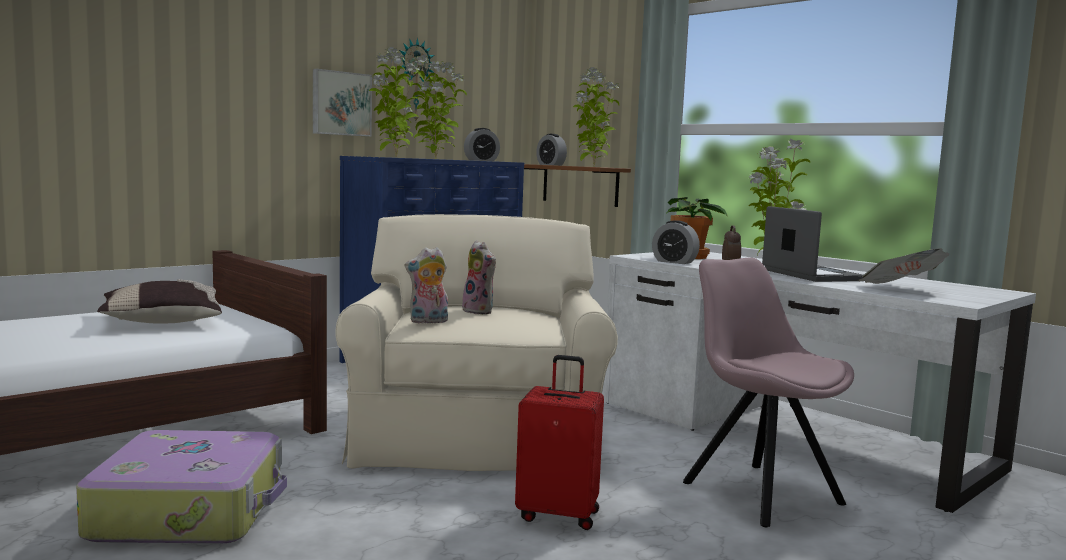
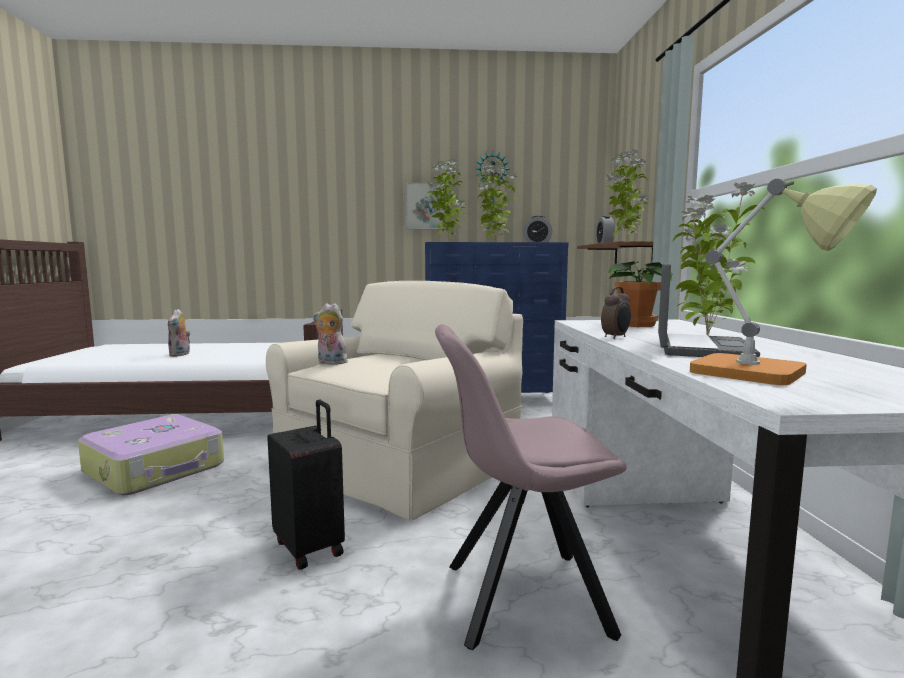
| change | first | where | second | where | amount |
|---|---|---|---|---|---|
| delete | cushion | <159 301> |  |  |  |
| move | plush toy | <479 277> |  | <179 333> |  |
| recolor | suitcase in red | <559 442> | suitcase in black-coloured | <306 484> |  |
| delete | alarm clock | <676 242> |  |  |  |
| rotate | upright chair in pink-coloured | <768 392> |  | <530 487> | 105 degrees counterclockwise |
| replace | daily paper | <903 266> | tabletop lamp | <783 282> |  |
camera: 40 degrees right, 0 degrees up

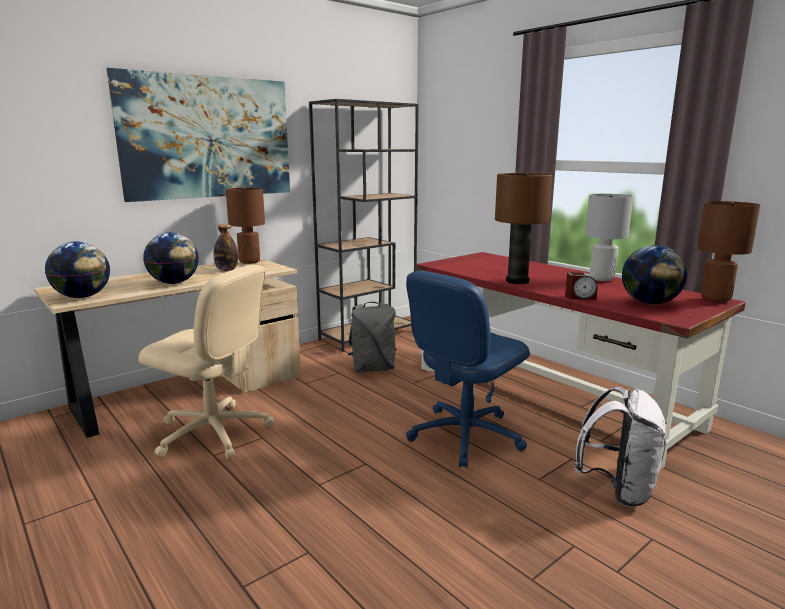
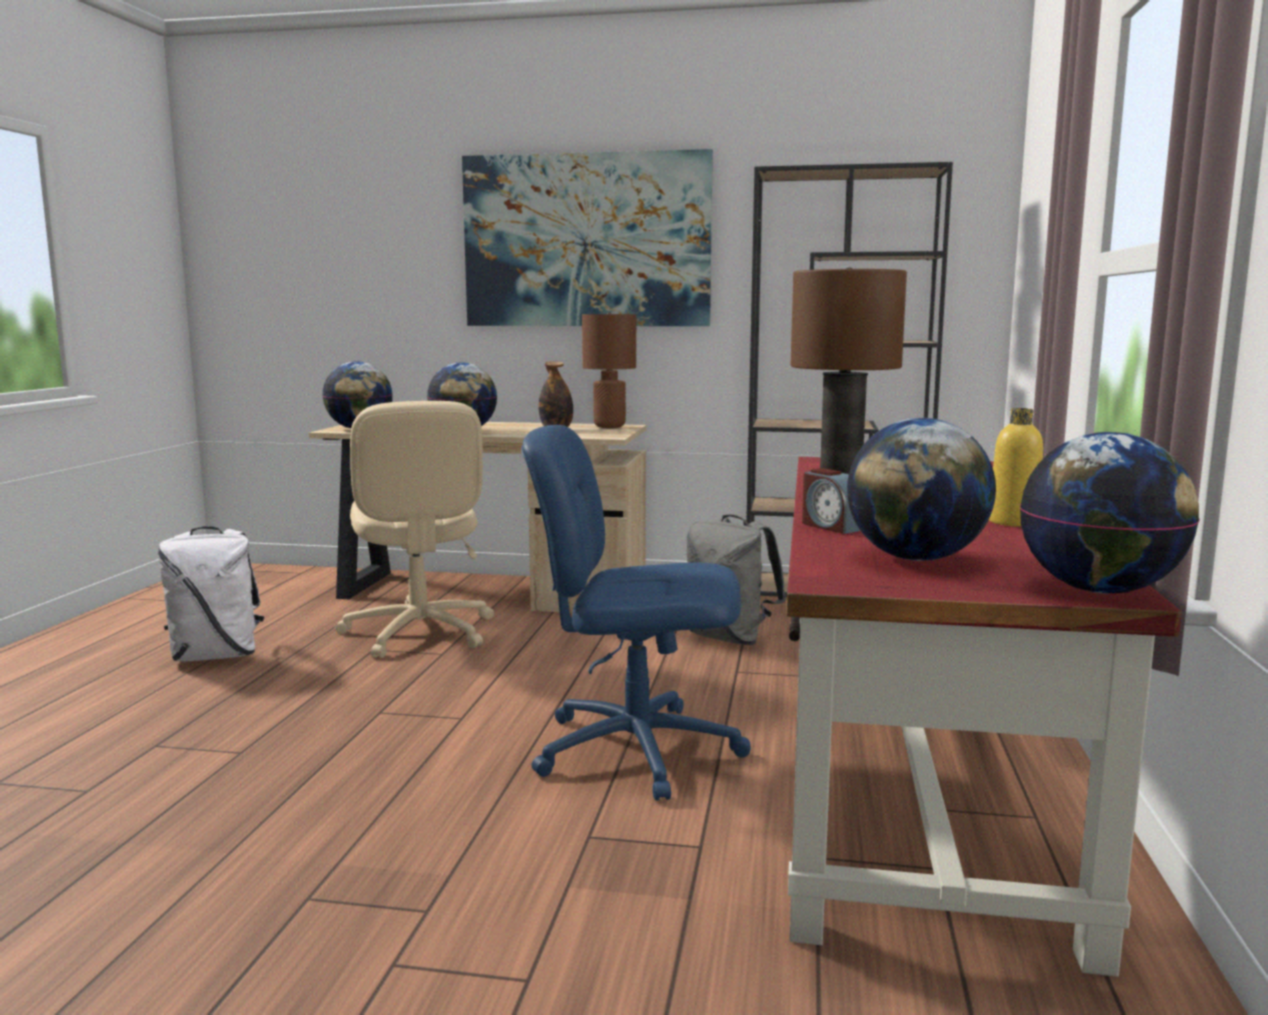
| change | first | where | second | where | amount |
|---|---|---|---|---|---|
| move | backpack in white | <620 447> |  | <211 594> |  |
| replace | tabletop lamp in grey | <609 237> | bottle in yellow-coloured | <1016 467> |  |
| replace | tabletop lamp in brownish | <728 251> | globe | <1110 512> |  |
camera: 50 degrees right, 5 degrees down

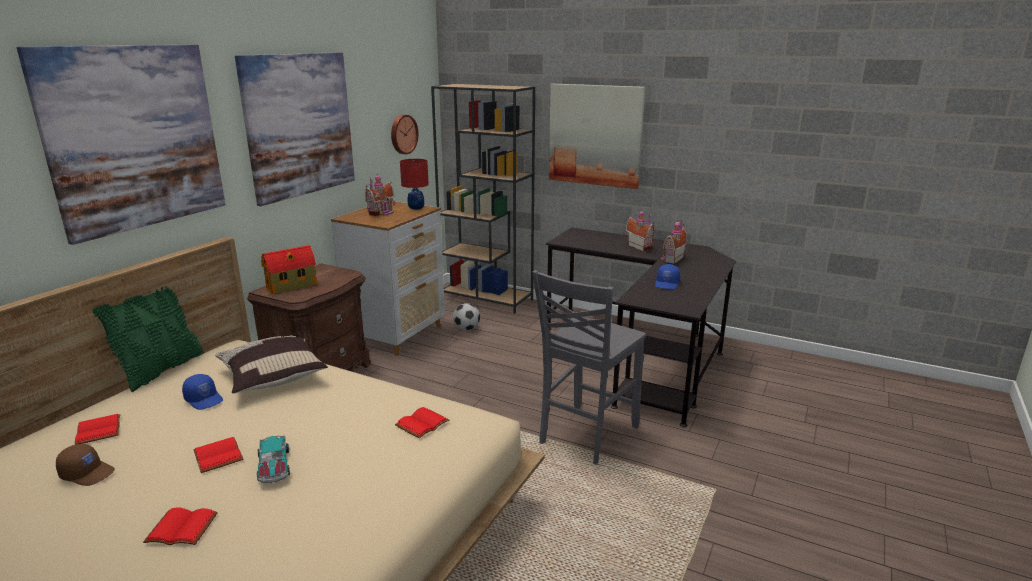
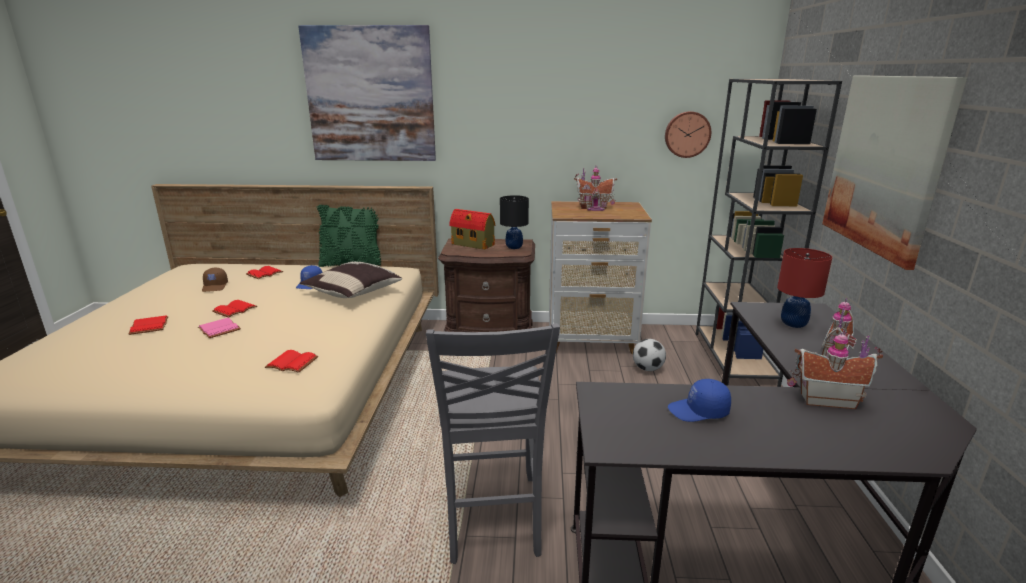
| change | first | where | second | where | amount |
|---|---|---|---|---|---|
| delete | wall art | <295 129> |  |  |  |
| replace | model car | <273 459> | volume in pink-coloured | <219 328> |  |
| move | tabletop lamp in red | <414 184> |  | <804 288> |  |
| rotate | upright chair in grey | <589 367> |  | <493 443> | 105 degrees counterclockwise |
| insert |  |  | tabletop lamp in black-coloured | <514 222> |  |
camera: 65 degrees right, 0 degrees up

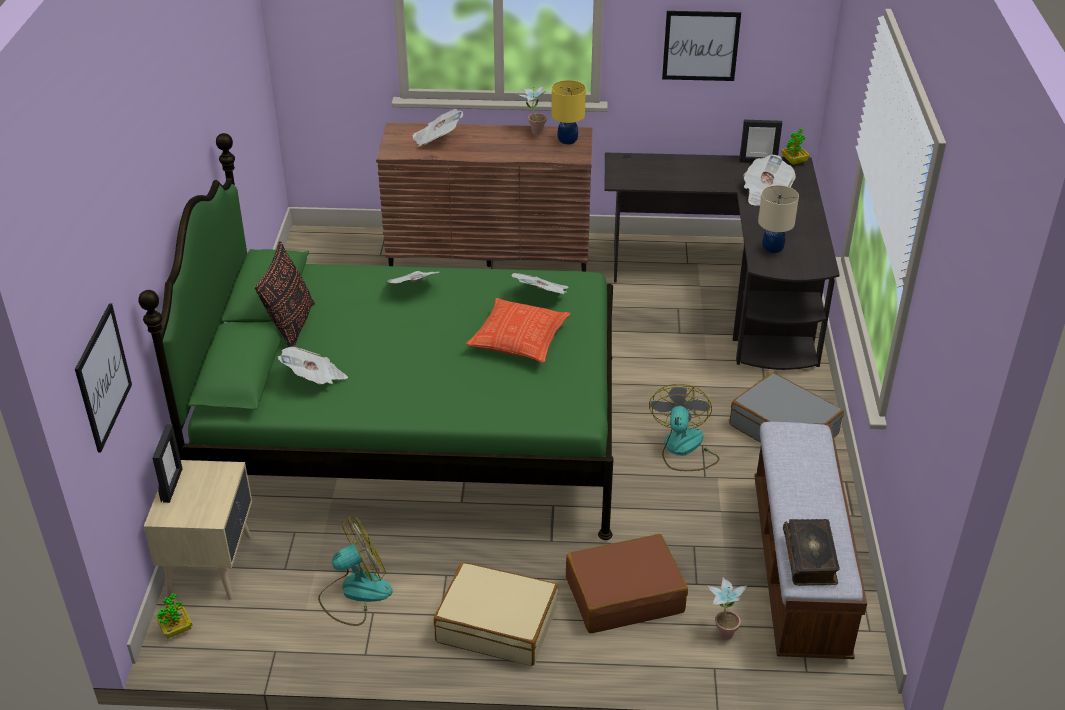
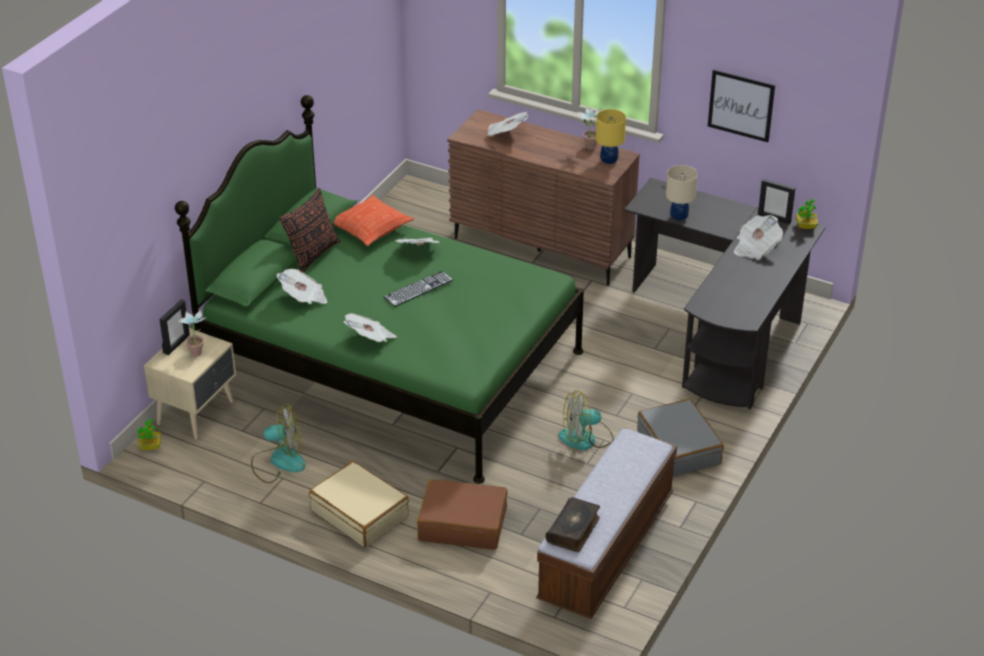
| change | first | where | second | where | amount |
|---|---|---|---|---|---|
| delete | wall art | <103 377> |  |  |  |
| move | cushion in orangey | <518 330> |  | <374 220> |  |
| move | daily paper | <540 283> |  | <370 327> |  |
| rotate | fan | <684 427> |  | <586 420> | 135 degrees counterclockwise |
| move | houseplant | <727 609> |  | <192 333> |  |
| move | tabletop lamp in beige | <778 219> |  | <682 193> |  |
| insert |  |  | keyboard | <418 289> |  |
camera: 25 degrees right, 0 degrees up

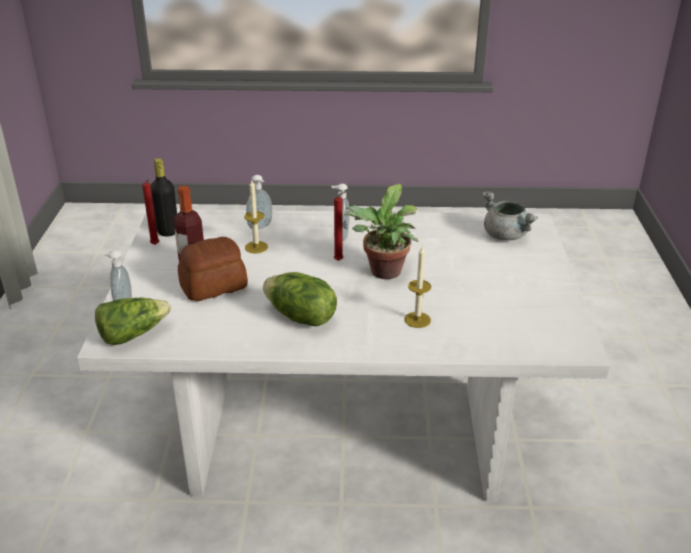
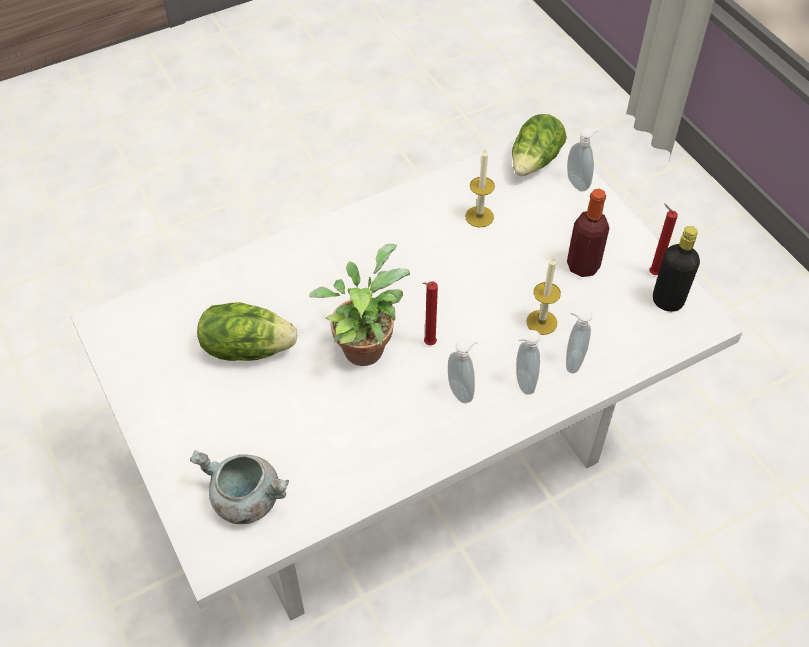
| change | first | where | second | where | amount |
|---|---|---|---|---|---|
| delete | bread | <213 269> |  |  |  |
| move | lettuce | <300 299> |  | <247 331> |  |
| move | wax candle | <417 287> |  | <480 187> |  |
| insert |  |  | soap bottle | <528 362> |  |
camera: 150 degrees right, 20 degrees up

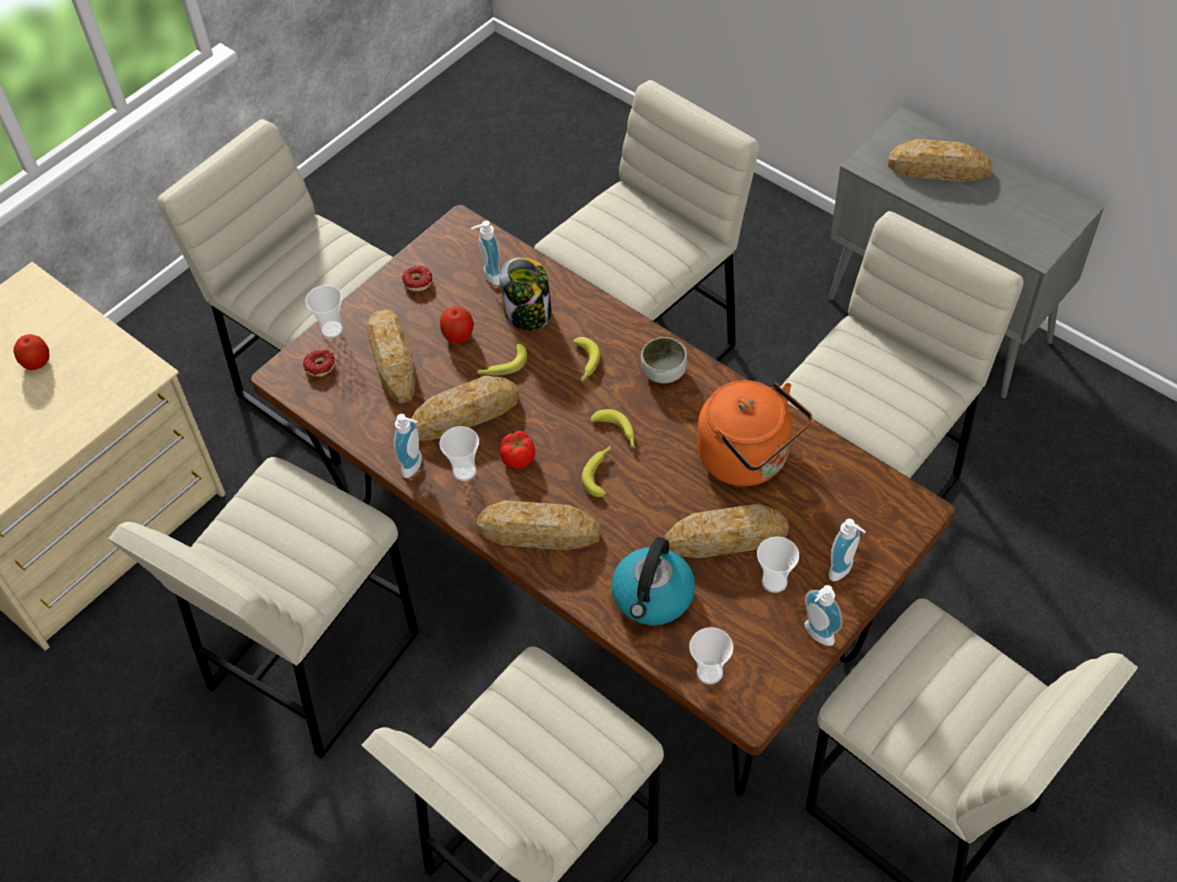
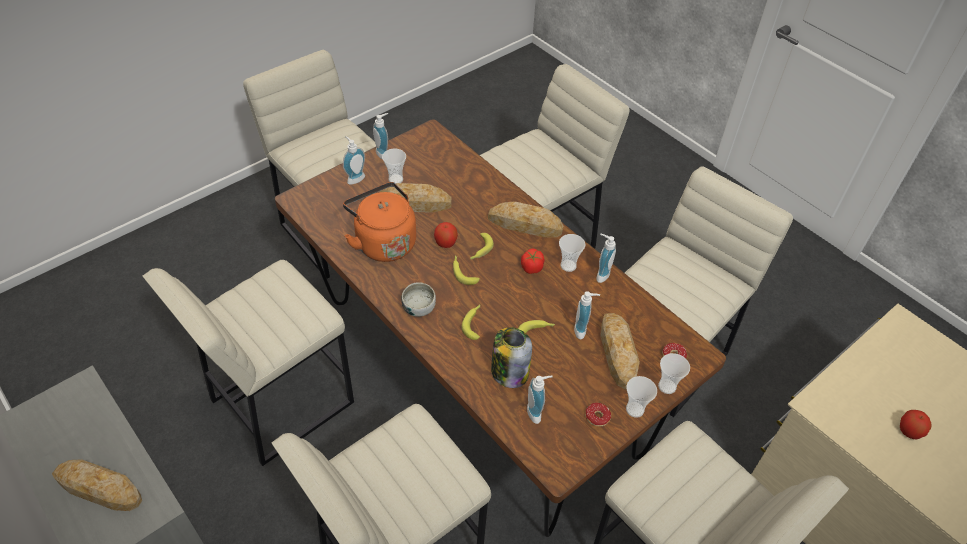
| change | first | where | second | where | amount |
|---|---|---|---|---|---|
| delete | bread | <465 408> |  |  |  |
| move | apple fruit | <457 324> |  | <446 235> |  |
| delete | tea kettle | <653 581> |  |  |  |
| move | drinking cup | <711 655> |  | <641 397> |  |
| insert |  |  | soap bottle | <587 315> |  |
camera: 175 degrees left, 5 degrees down

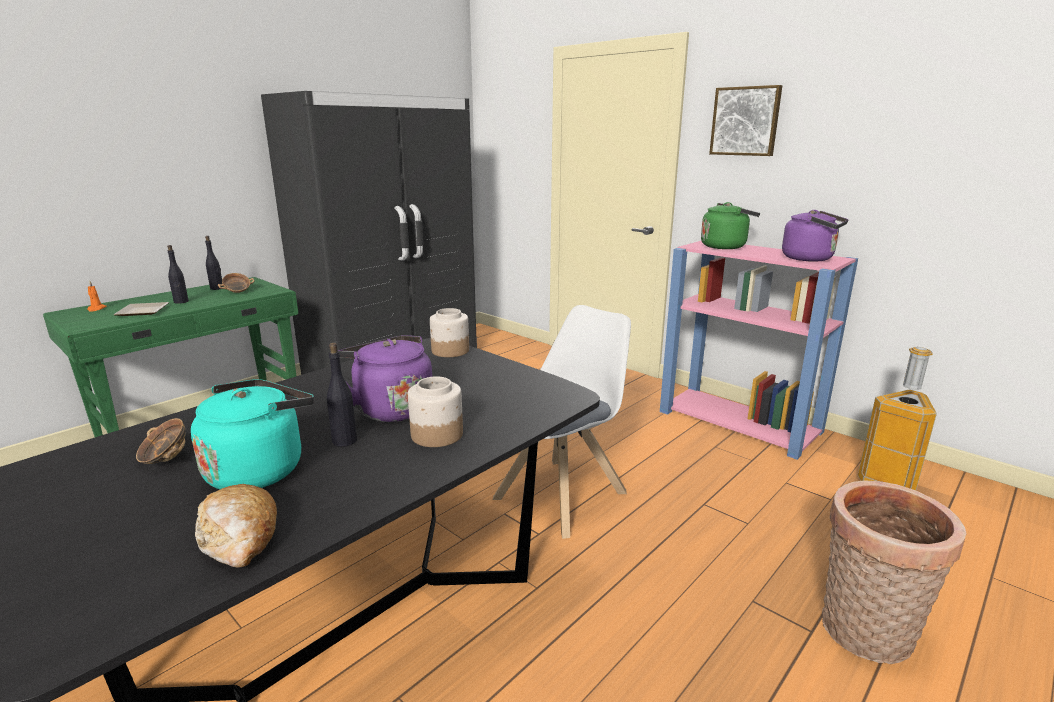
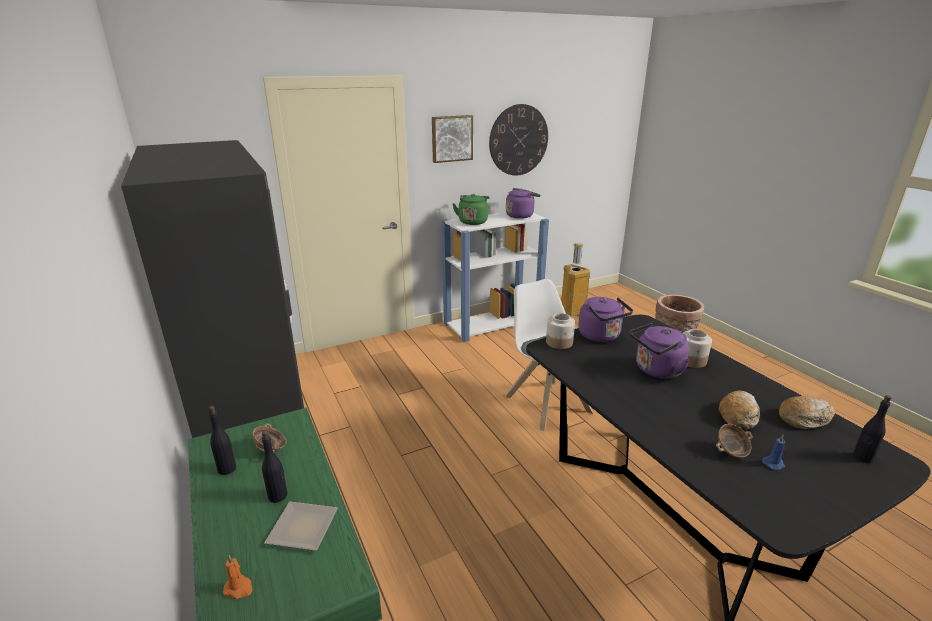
| change | first | where | second | where | amount |
|---|---|---|---|---|---|
| replace | tea kettle in blue-green | <252 434> | bread | <739 410> |  |
| move | bottle in black-coloured | <342 395> |  | <872 429> |  |
| recolor | bookshelf in pink-coloured | <759 350> | bookshelf in white | <495 277> |  |
| insert |  |  | wall clock | <518 140> |  |
| insert |  |  | tea kettle in purple-coloured | <605 319> |  |
| insert |  |  | wax candle in blue | <773 452> |  |
camera: 70 degrees left, 5 degrees up

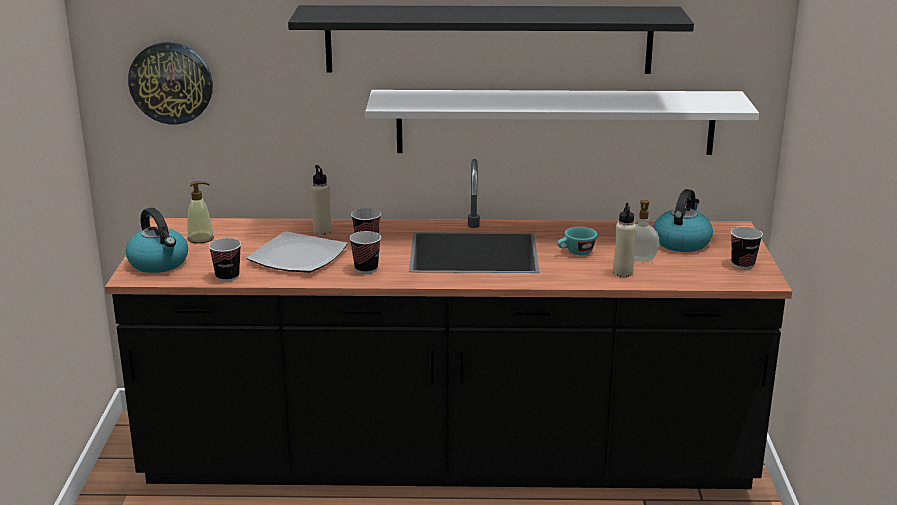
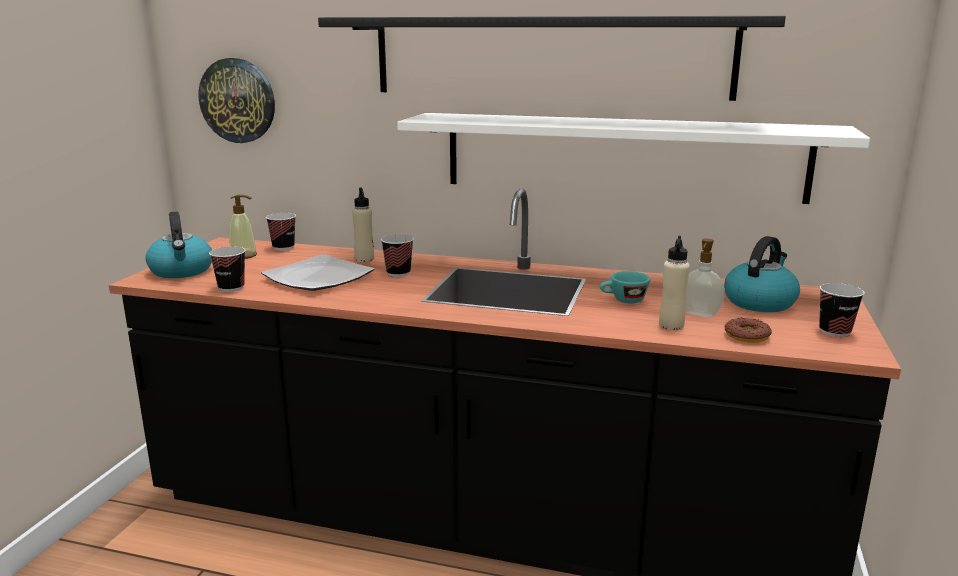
| change | first | where | second | where | amount |
|---|---|---|---|---|---|
| move | drinking cup | <365 252> |  | <281 231> |  |
| insert |  |  | donut | <748 330> |  |
camera: 15 degrees right, 5 degrees down

